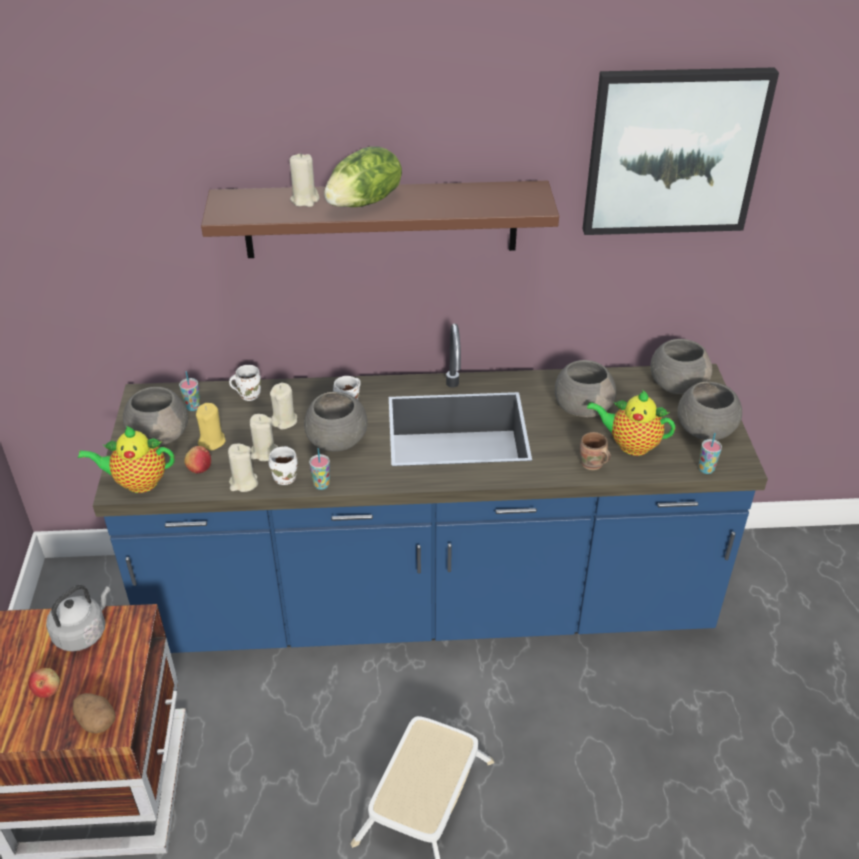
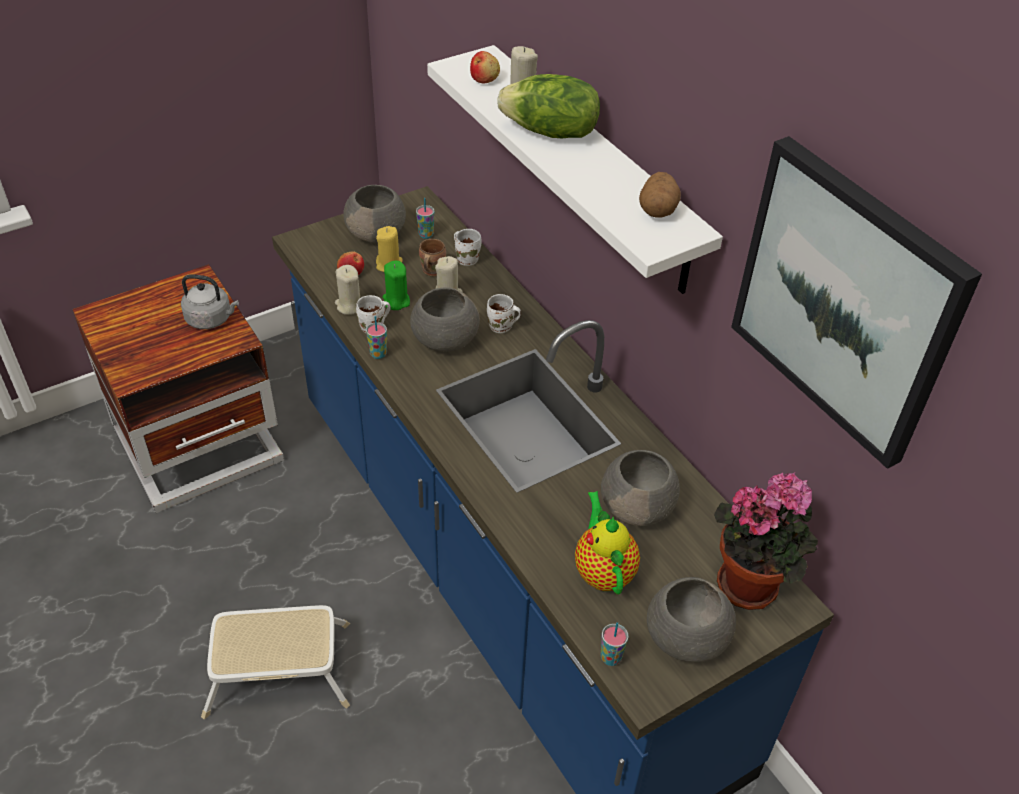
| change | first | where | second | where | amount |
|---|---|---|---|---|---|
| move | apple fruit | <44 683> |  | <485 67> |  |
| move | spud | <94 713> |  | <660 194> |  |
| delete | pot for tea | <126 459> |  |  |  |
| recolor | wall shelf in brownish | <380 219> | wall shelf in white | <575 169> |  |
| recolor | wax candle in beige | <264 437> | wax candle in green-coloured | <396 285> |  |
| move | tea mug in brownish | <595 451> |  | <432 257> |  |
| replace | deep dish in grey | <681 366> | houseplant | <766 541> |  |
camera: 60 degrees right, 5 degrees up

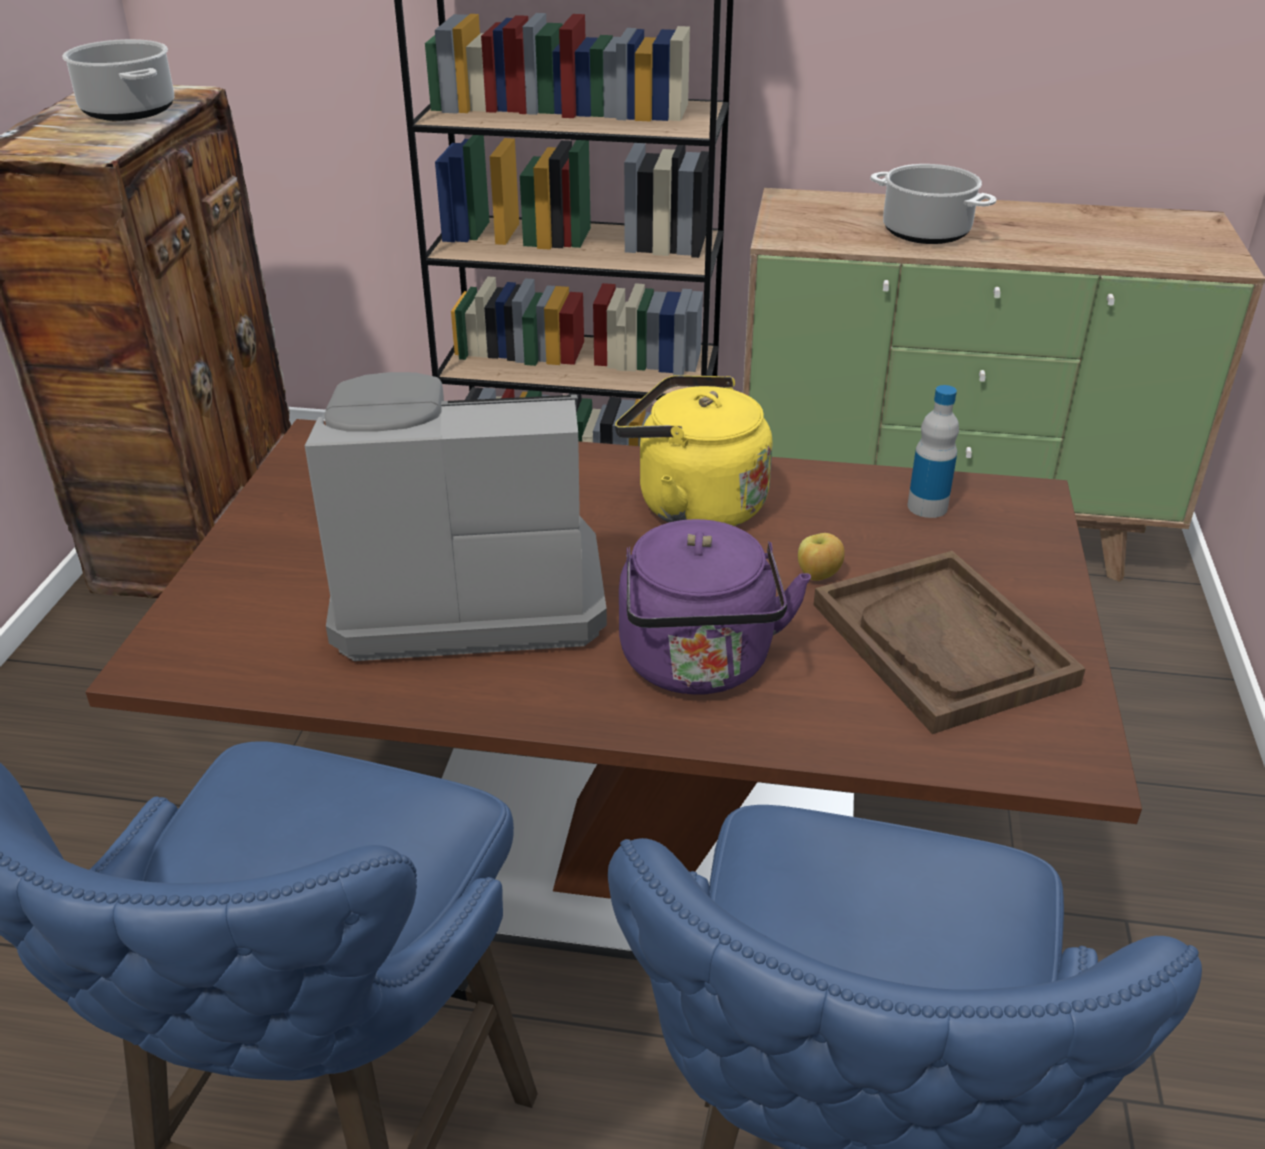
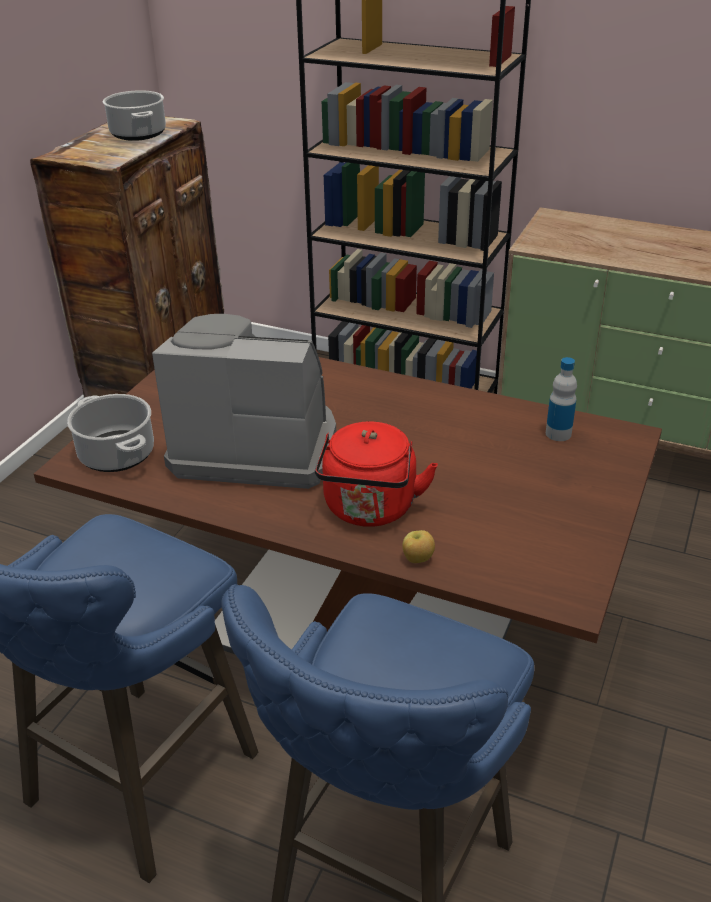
| change | first | where | second | where | amount |
|---|---|---|---|---|---|
| delete | tea kettle in yellow-coloured | <694 450> |  |  |  |
| recolor | tea kettle in purple-coloured | <715 607> | tea kettle in red | <376 474> |  |
| move | apple fruit | <821 557> |  | <418 546> |  |
| delete | carrying tray in brownish | <949 642> |  |  |  |
| move | cooking pot | <933 204> |  | <110 433> |  |
camera: 15 degrees right, 0 degrees up

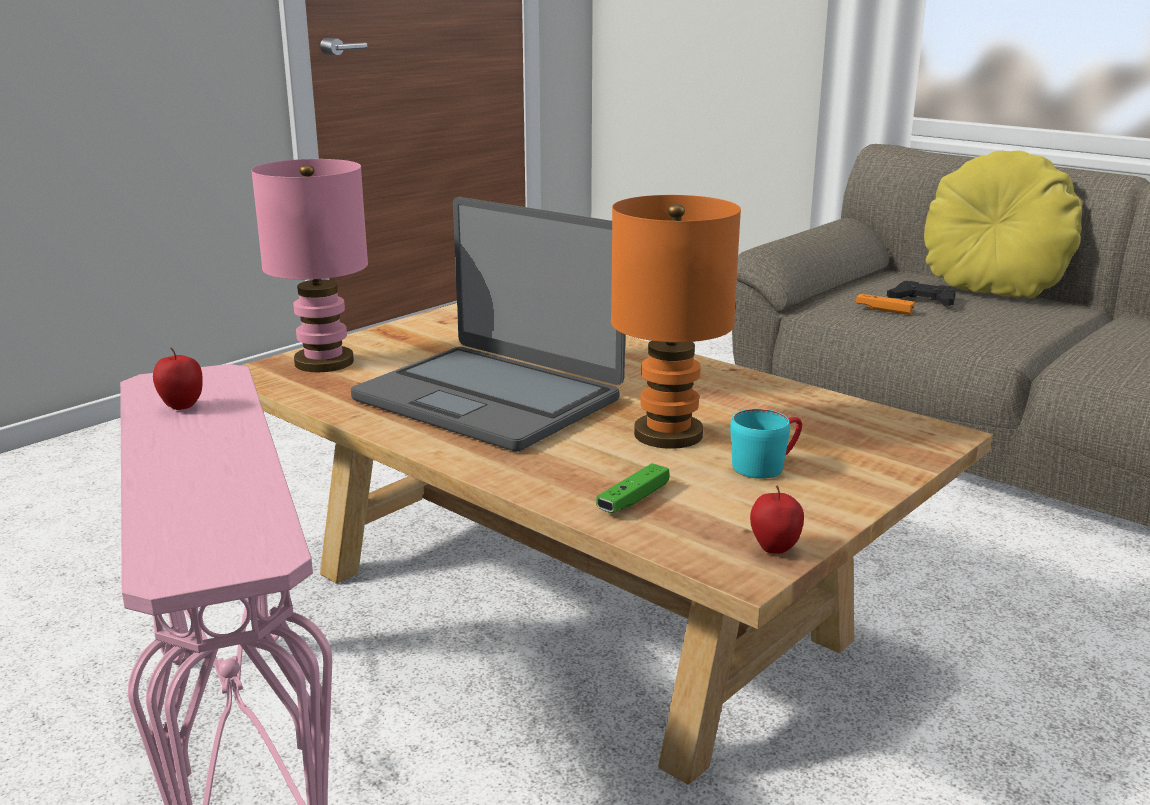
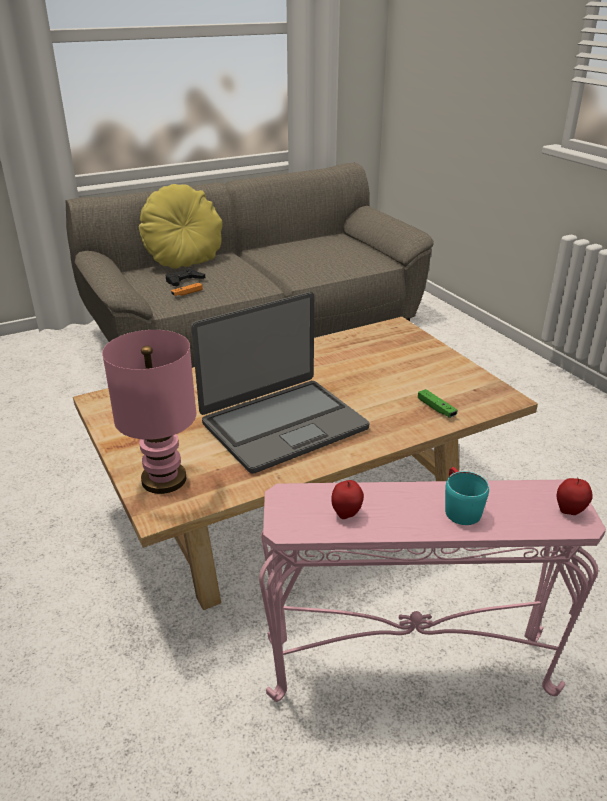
| change | first | where | second | where | amount |
|---|---|---|---|---|---|
| delete | tabletop lamp in orangey | <676 322> |  |  |  |
| move | tea mug in blue-green | <766 444> |  | <467 496> |  |
| move | apple fruit | <777 520> |  | <575 496> |  |
camera: 70 degrees left, 10 degrees up

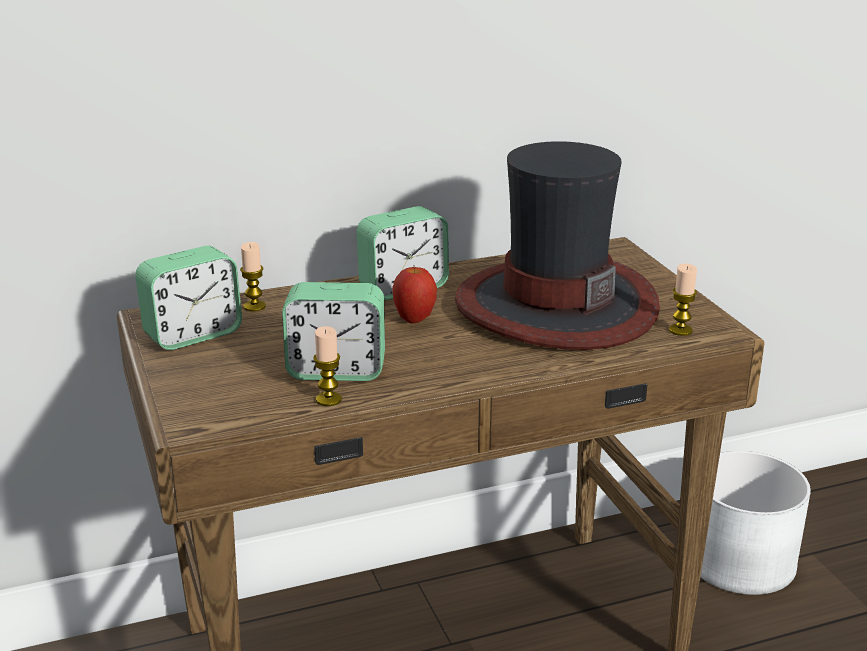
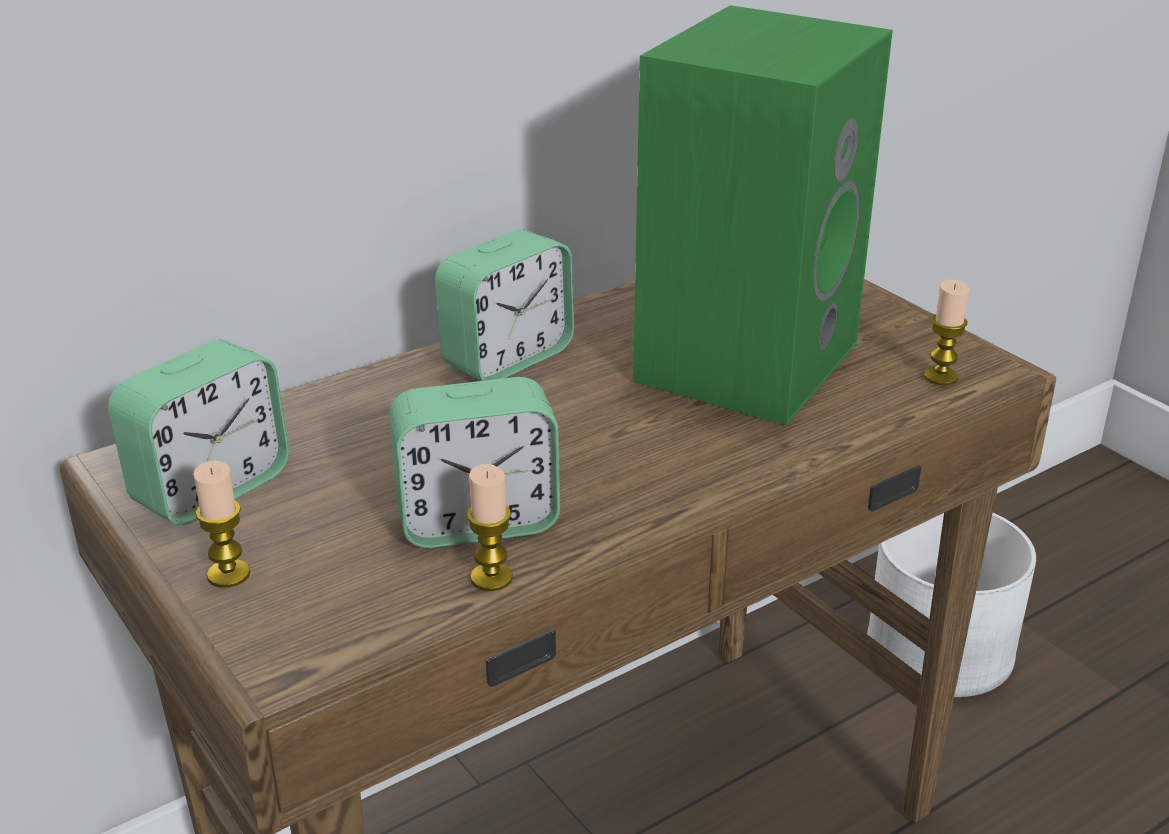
| change | first | where | second | where | amount |
|---|---|---|---|---|---|
| move | wax candle | <253 277> |  | <221 524> |  |
| delete | apple fruit | <414 294> |  |  |  |
| replace | wearable hat | <557 245> | loudspeaker in green-coloured | <763 215> |  |
camera: 15 degrees left, 5 degrees up

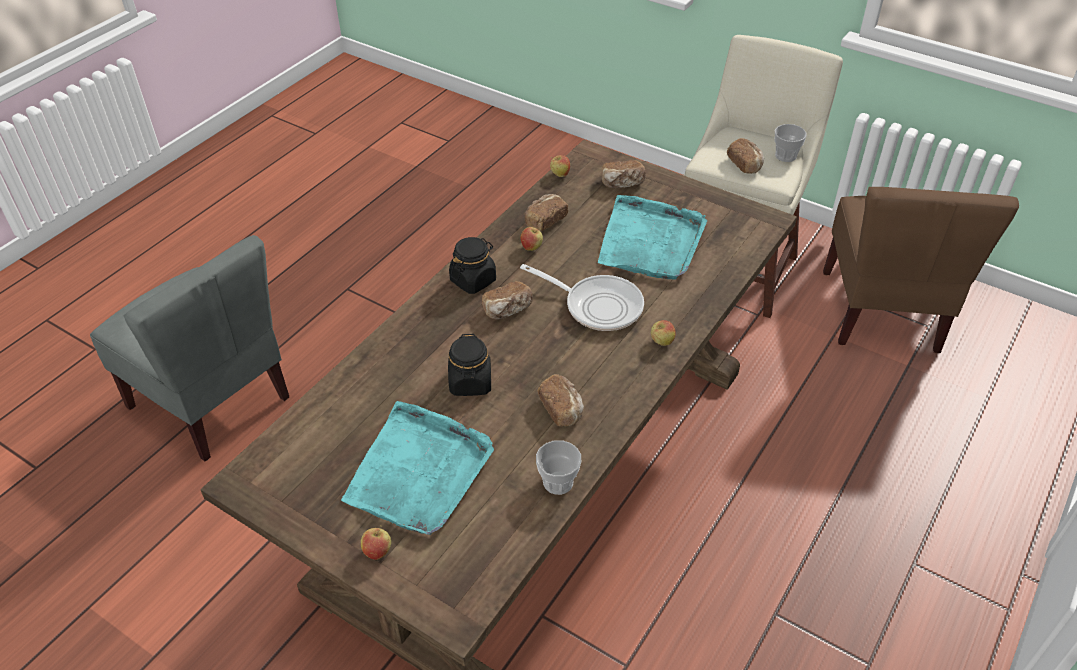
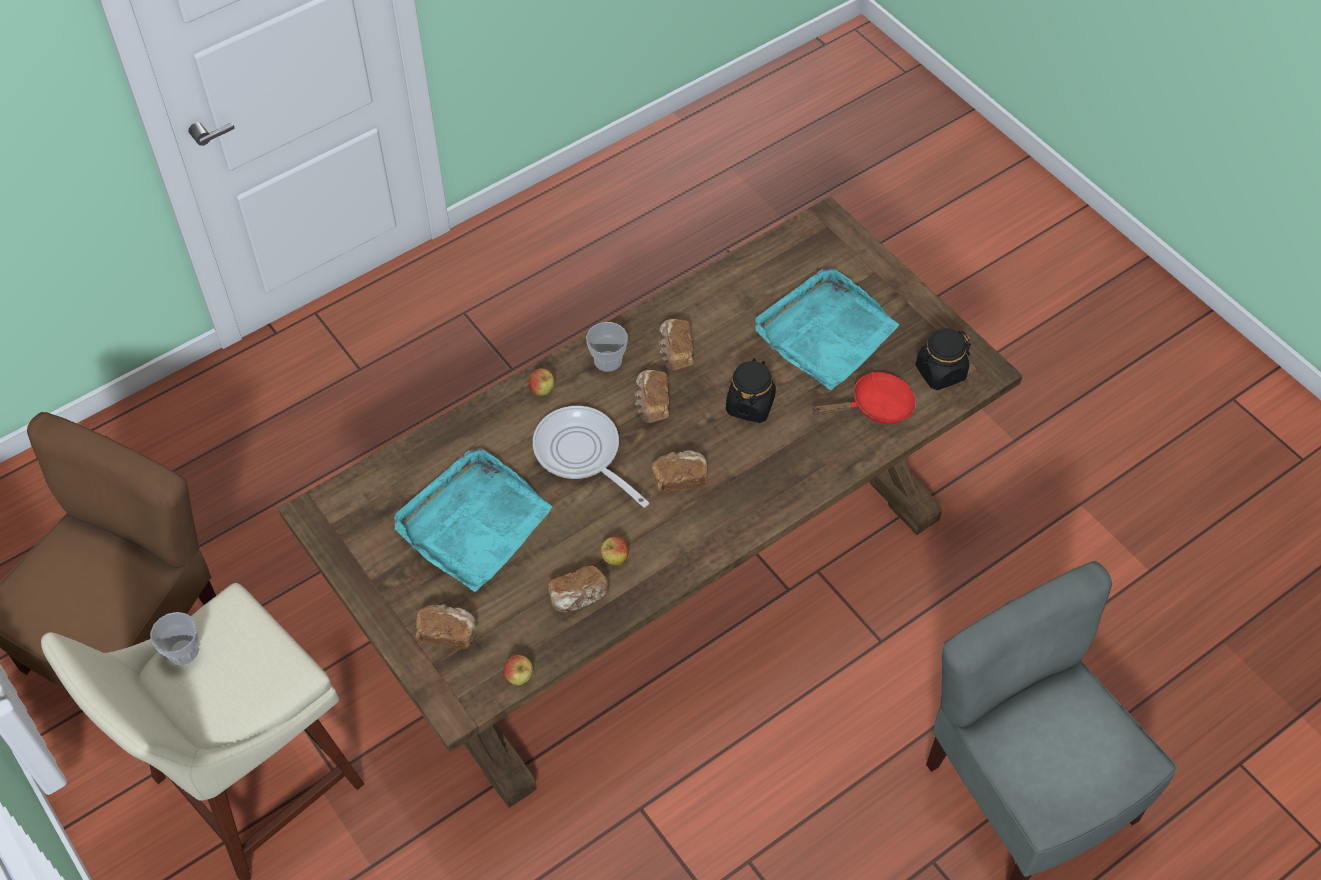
| change | first | where | second | where | amount |
|---|---|---|---|---|---|
| delete | apple fruit | <376 542> |  |  |  |
| move | jar in black-coloured | <472 265> |  | <943 359> |  |
| move | drinking cup | <558 467> |  | <607 347> |  |
| move | bread | <745 156> |  | <651 396> |  |
| insert |  |  | frying pan in red | <863 398> |  |
camera: 160 degrees left, 10 degrees up

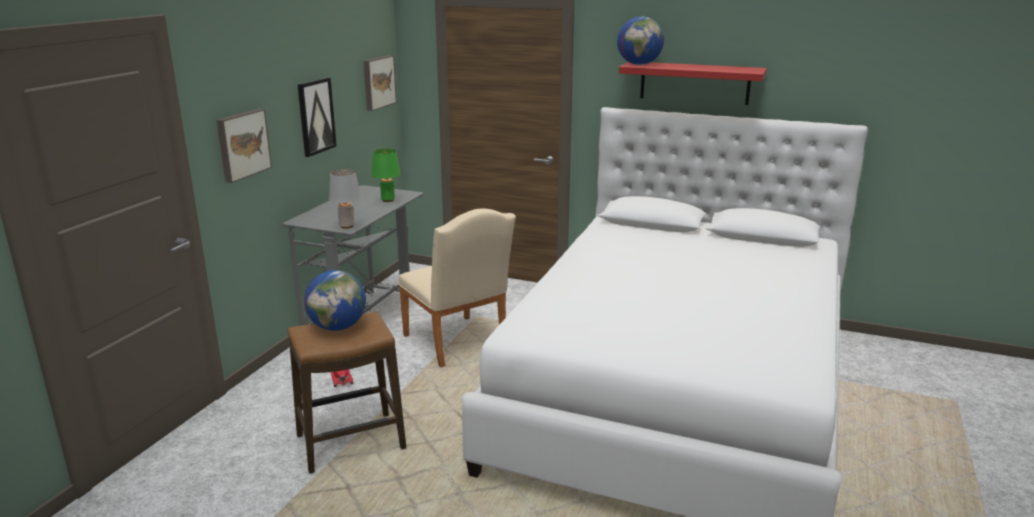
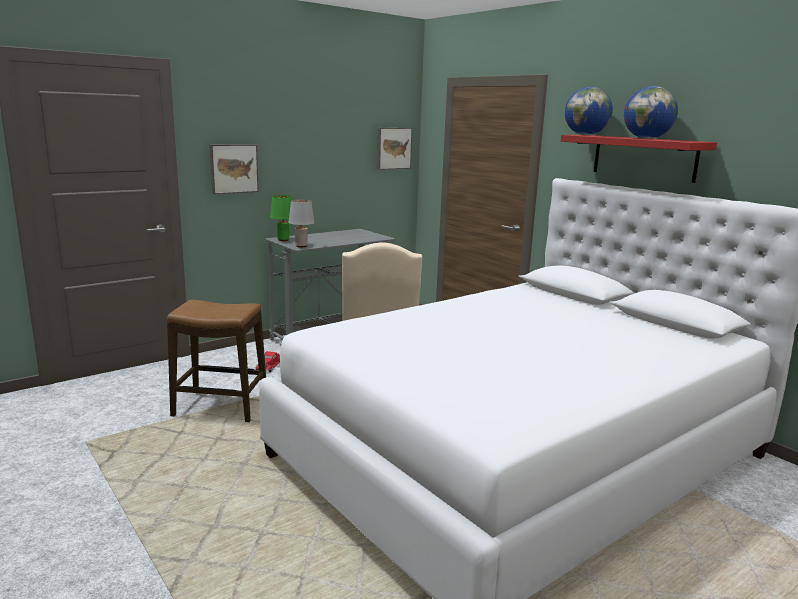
| change | first | where | second | where | amount |
|---|---|---|---|---|---|
| delete | wall art | <317 117> |  |  |  |
| move | globe | <335 300> |  | <651 112> |  |
| move | tabletop lamp in green-coloured | <386 175> |  | <281 218> |  |
camera: 30 degrees right, 5 degrees down

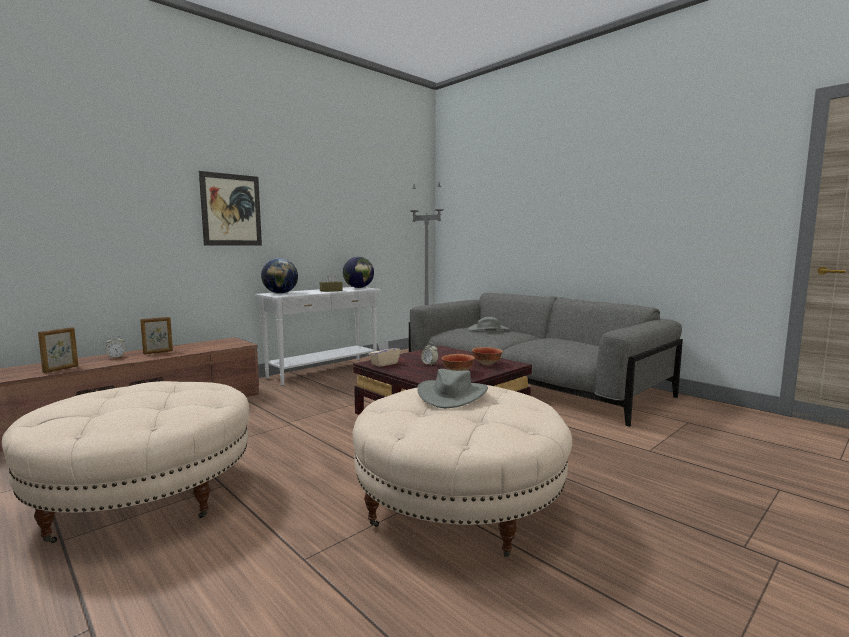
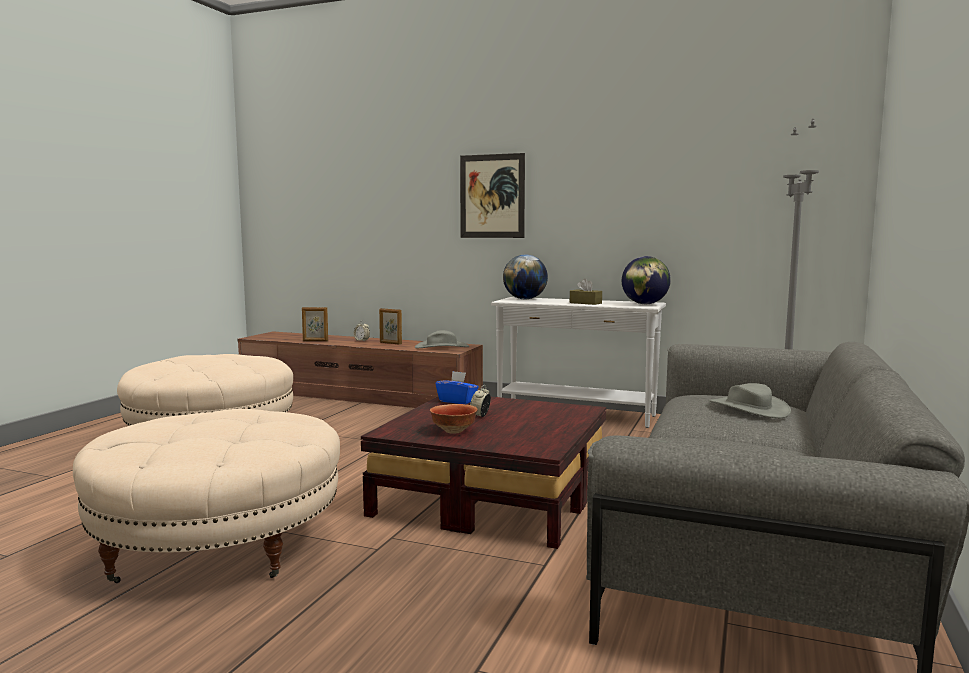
| change | first | where | second | where | amount |
|---|---|---|---|---|---|
| recolor | tissue box in beige | <385 354> | tissue box in blue | <457 387> |  |
| move | wearable hat in grey | <452 388> |  | <442 339> |  |
| delete | deep dish | <487 356> |  |  |  |
camera: 65 degrees right, 0 degrees up

